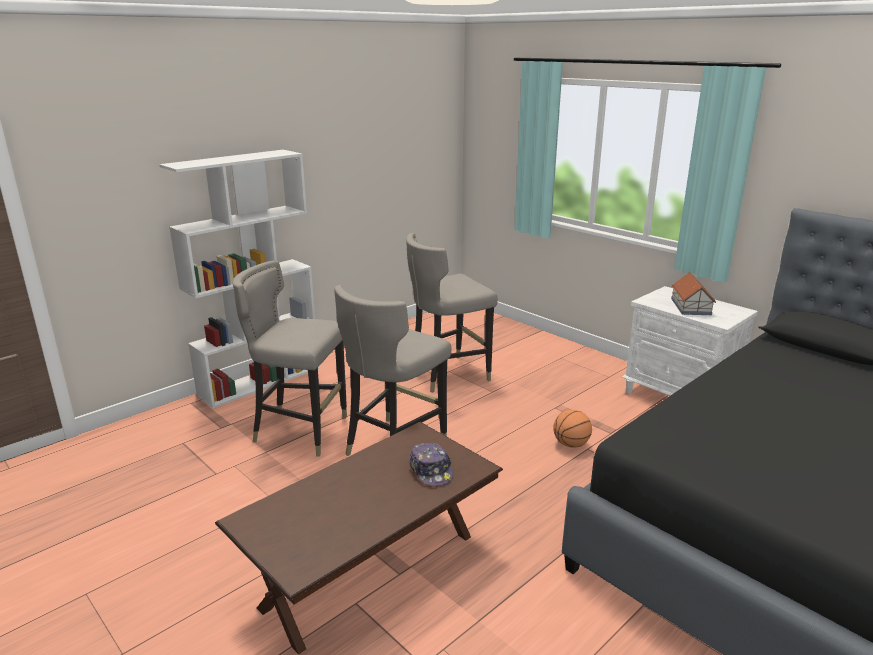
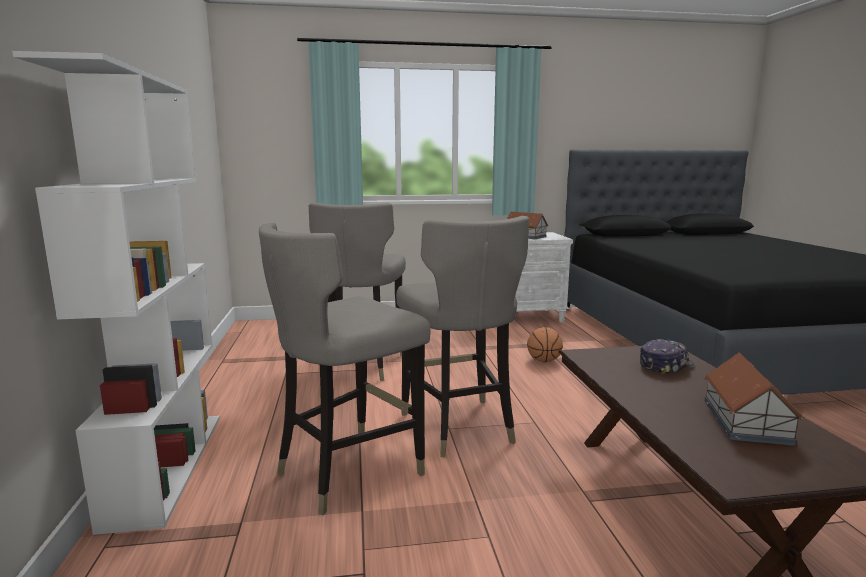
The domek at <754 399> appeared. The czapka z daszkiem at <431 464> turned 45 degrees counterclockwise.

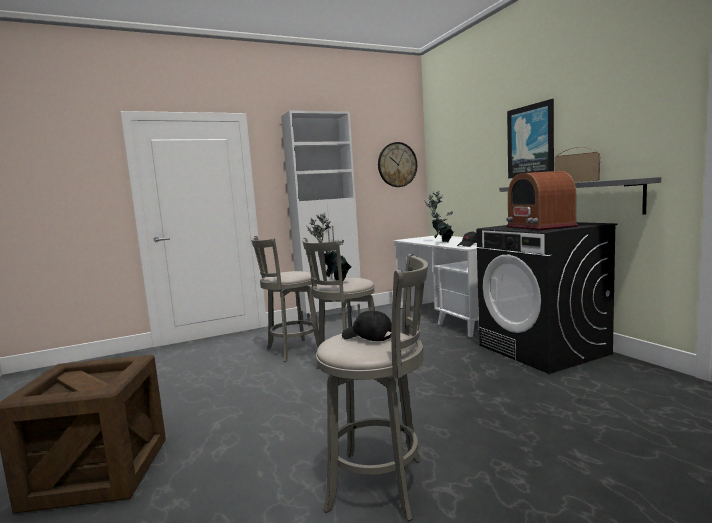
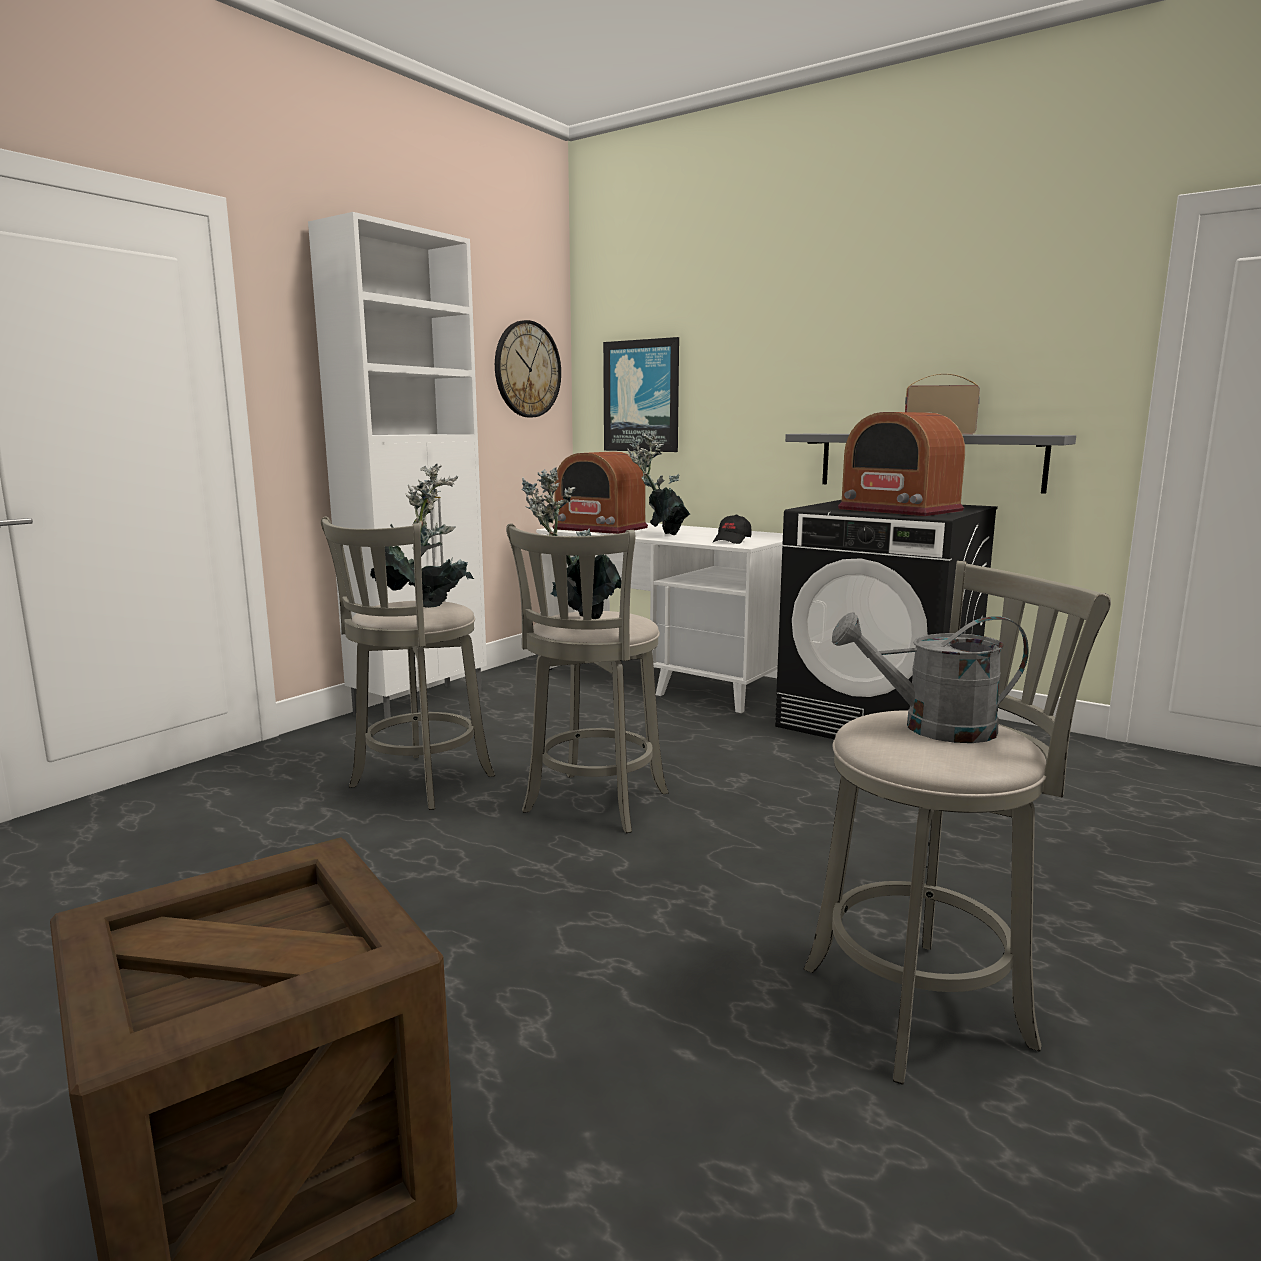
The roślina doniczkowa at <422 536> appeared. The radio at <600 493> appeared. The obraz moved from <530 138> to <641 394>. The czapka z daszkiem [czarny] at <366 325> was replaced by the konewka [szary] at <930 677>.

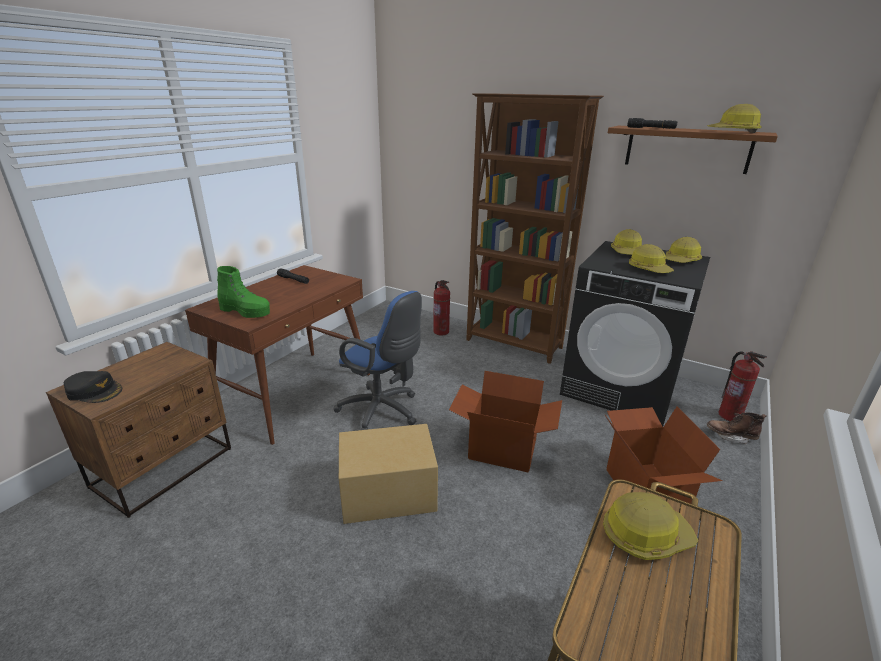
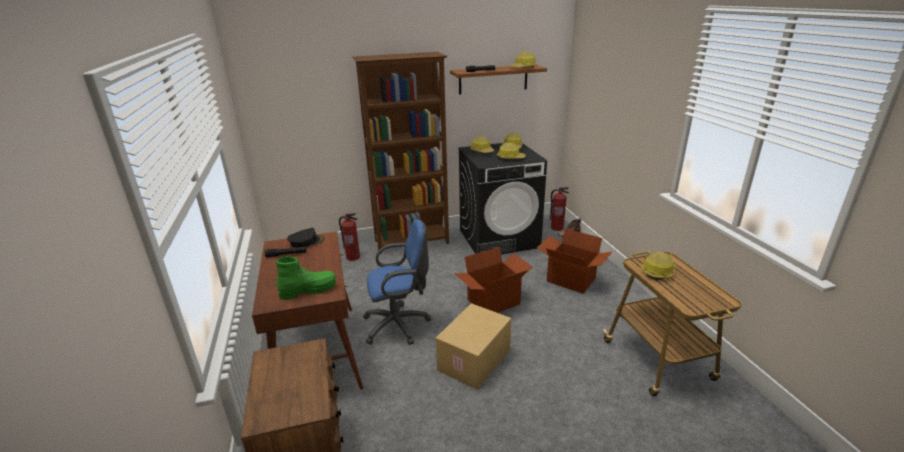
The czapka z daszkiem [czarny] moved from <93 387> to <305 238>.

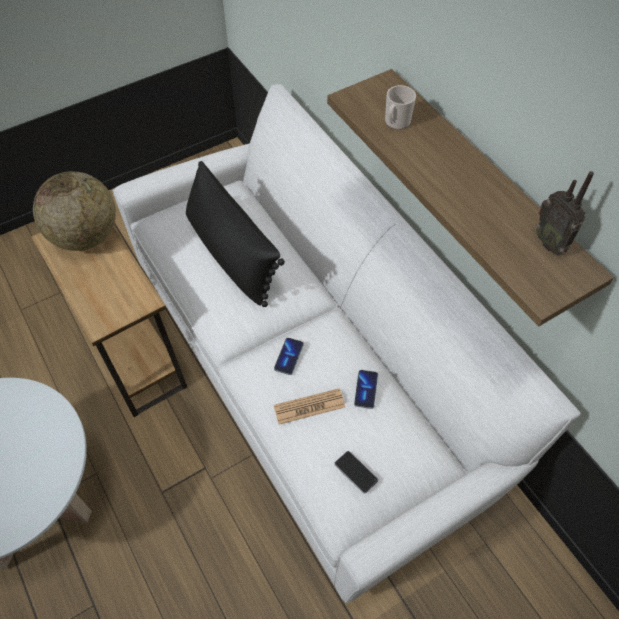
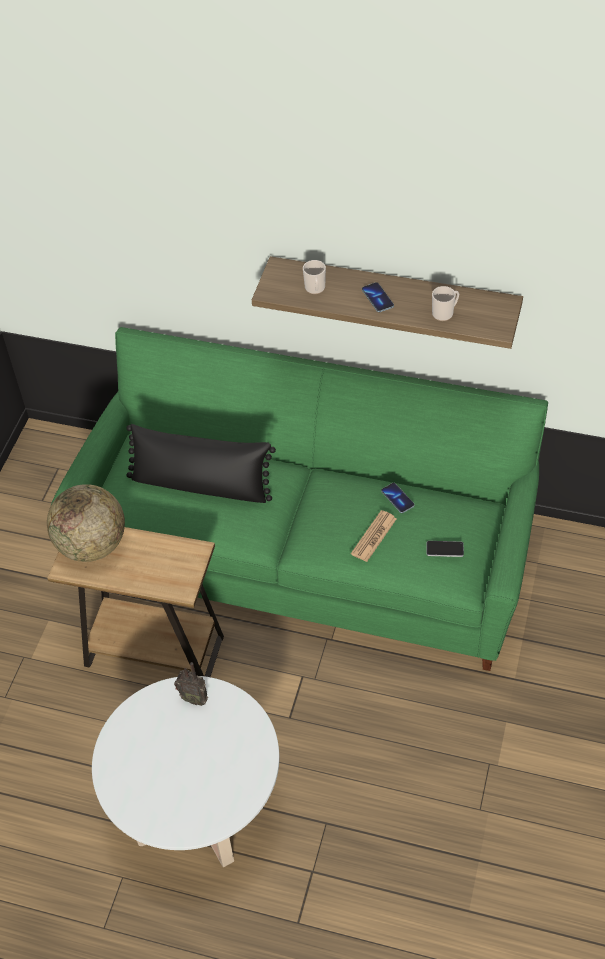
The kubek at <445 303> appeared. The telefon moved from <289 356> to <378 297>. The radio moved from <565 212> to <191 684>. The kanapa [biały] at <346 343> became the kanapa [zielony] at <299 499>.

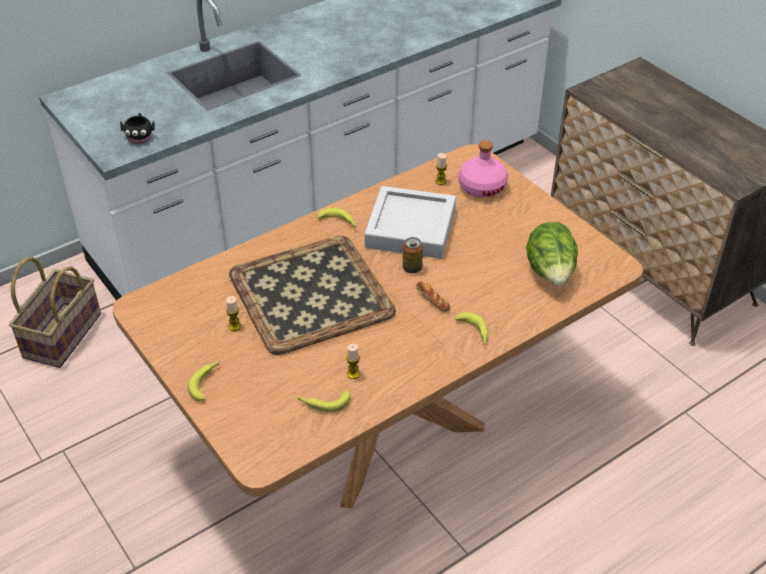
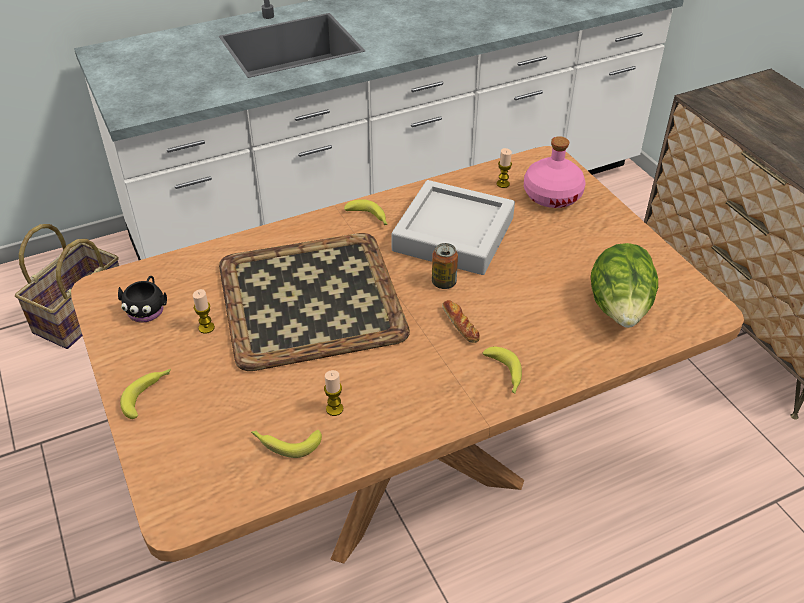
The kubek [czarny] moved from <137 128> to <142 299>.

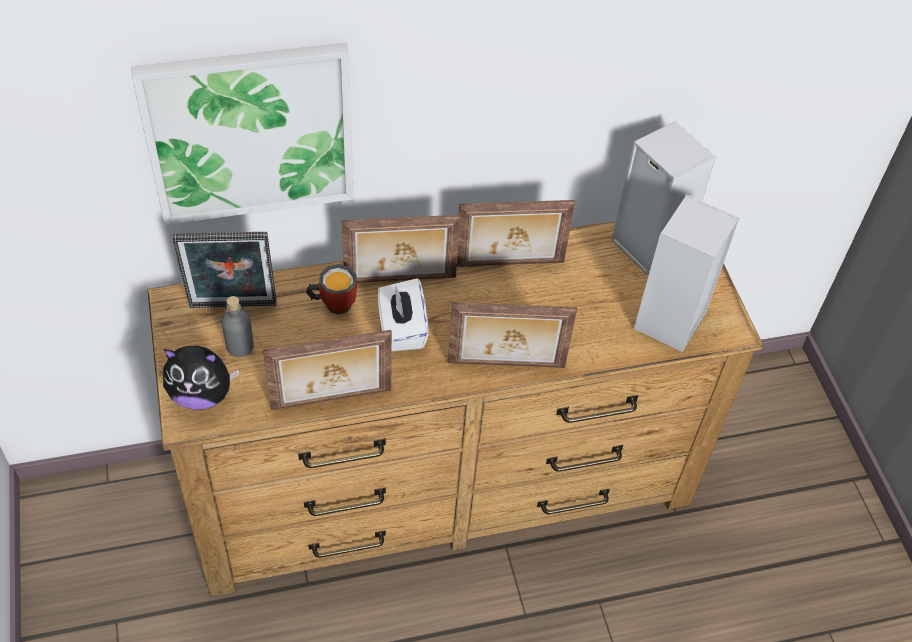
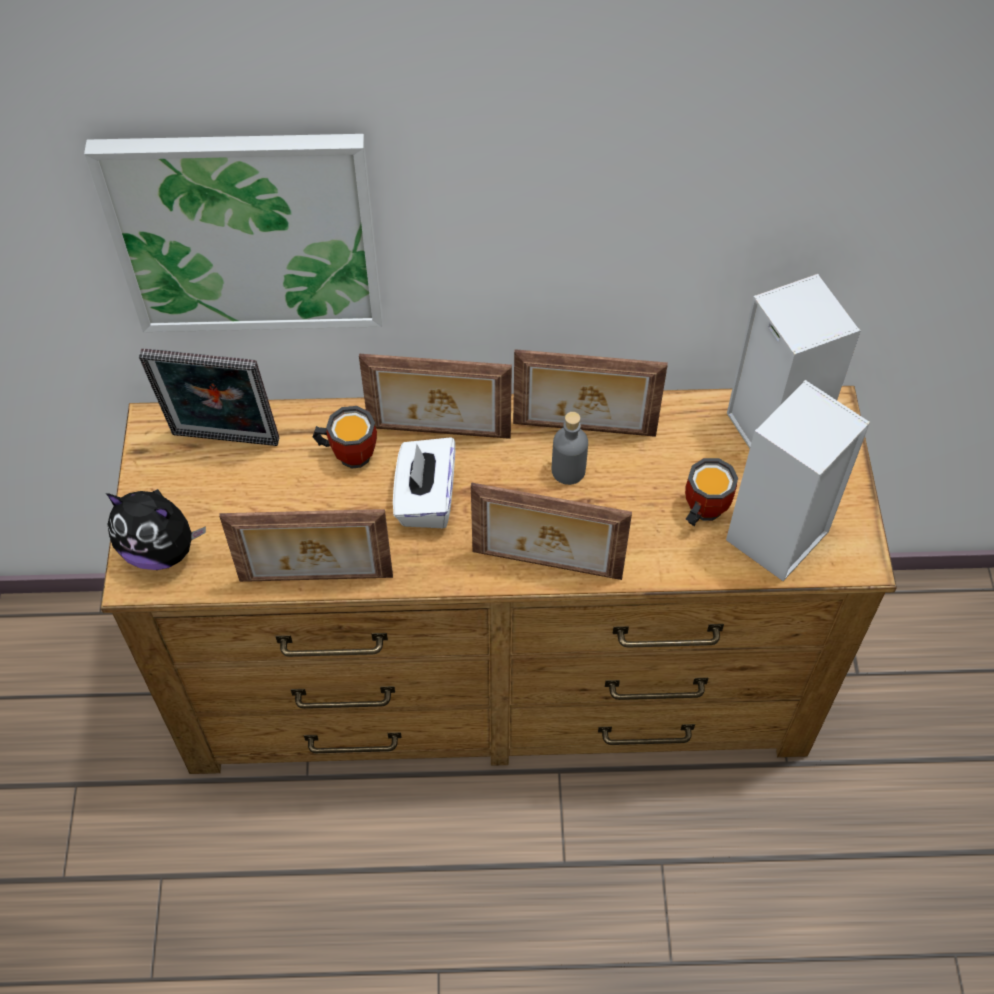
The kubek at <711 492> appeared. The butelka [szary] moved from <238 326> to <570 448>.

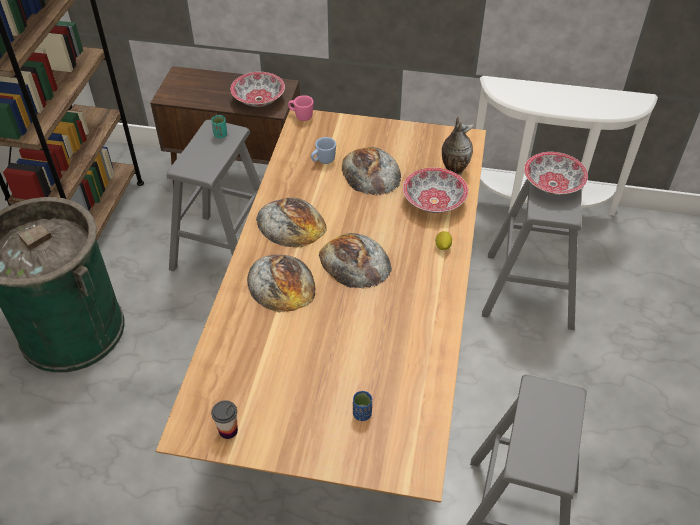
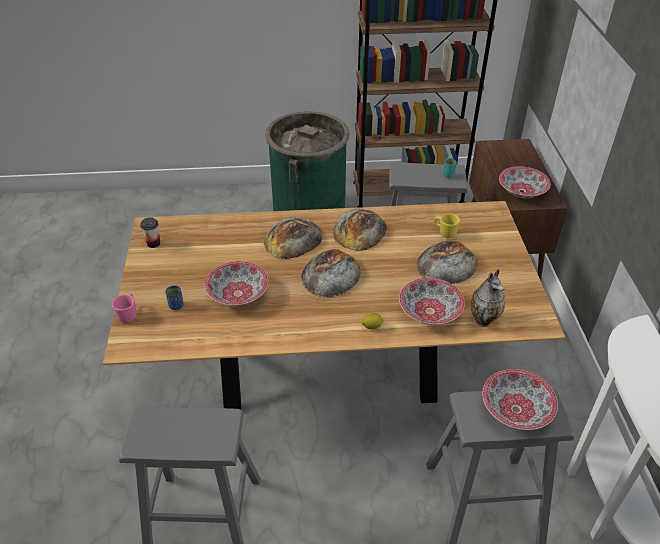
The miska at <236 283> appeared. The kubek [różowy] moved from <301 108> to <124 308>. The kubek [niebieski] at <323 150> became the kubek [żółty] at <447 225>.

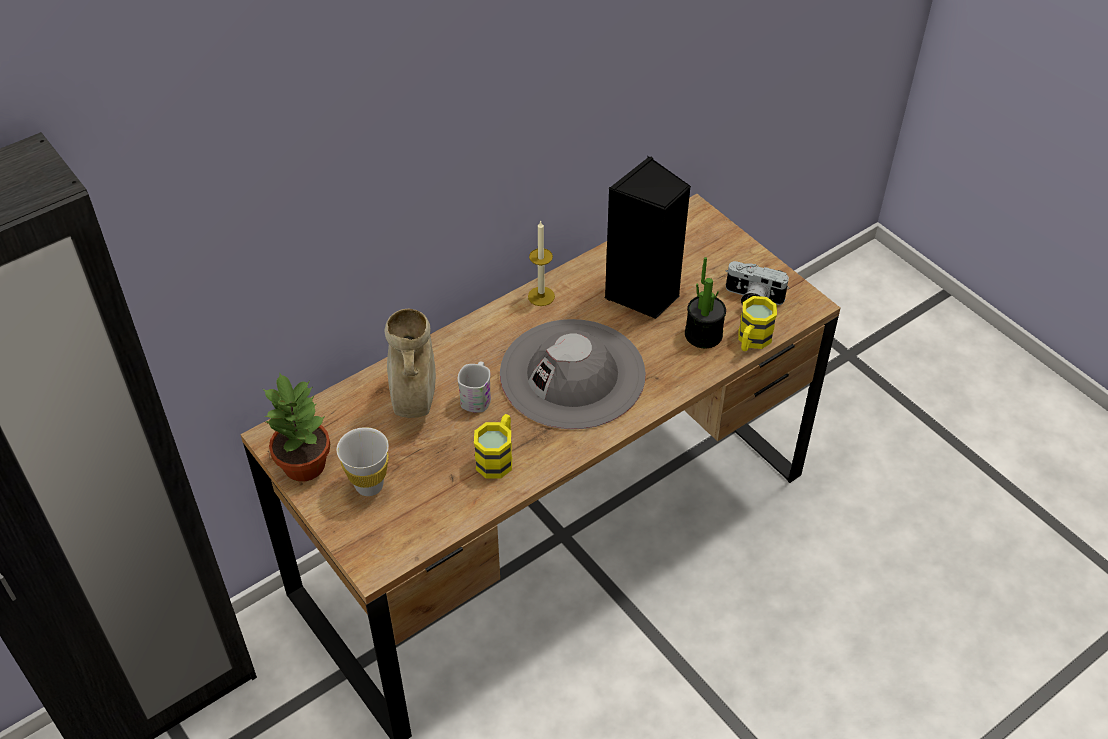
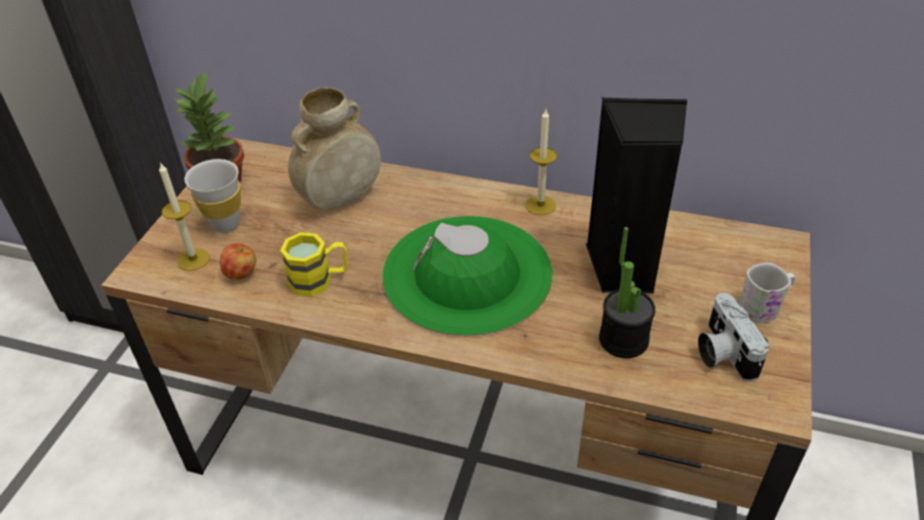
The kubek [żółty] at <757 323> disappeared. The świeca at <184 216> appeared. The jabłko at <238 261> appeared. The kubek [biały] moved from <474 386> to <766 293>. The kapelusz [szary] at <573 374> became the kapelusz [zielony] at <467 276>.

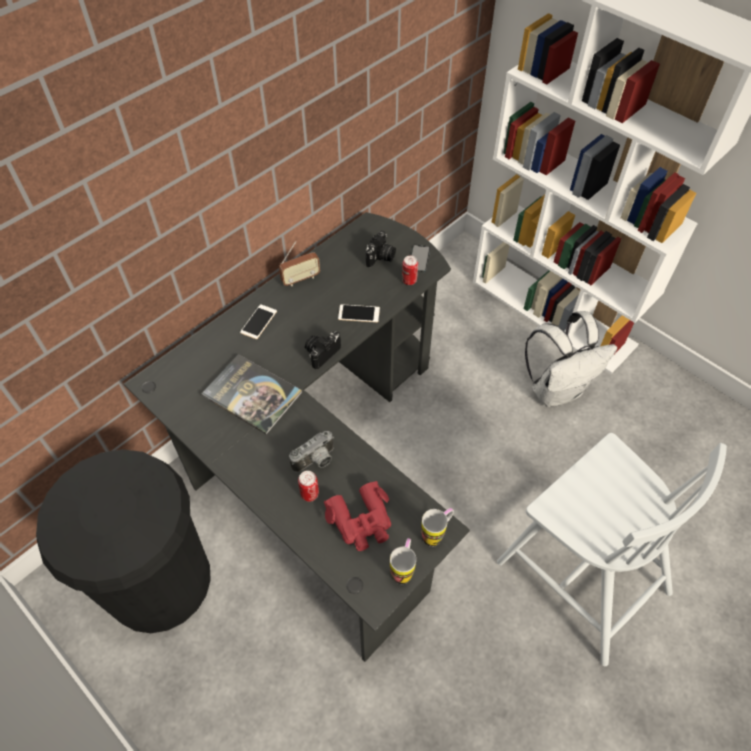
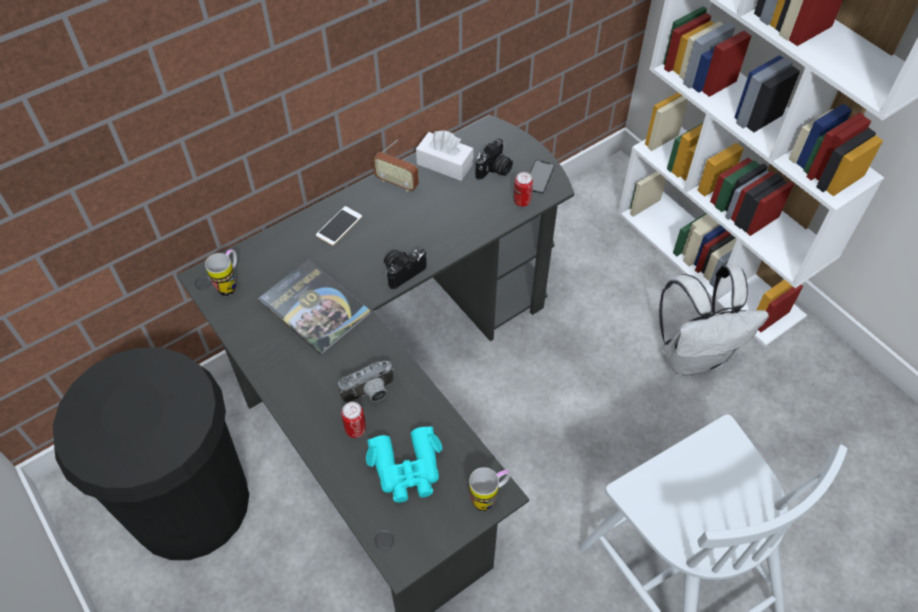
The telefon at <359 313> disappeared. The pudełko chusteczek [biały] at <445 155> appeared. The kubek moved from <403 561> to <221 272>. The lornetka [czerwony] at <357 516> became the lornetka [turkusowy] at <404 464>. The radio at <299 263> turned 45 degrees clockwise.

